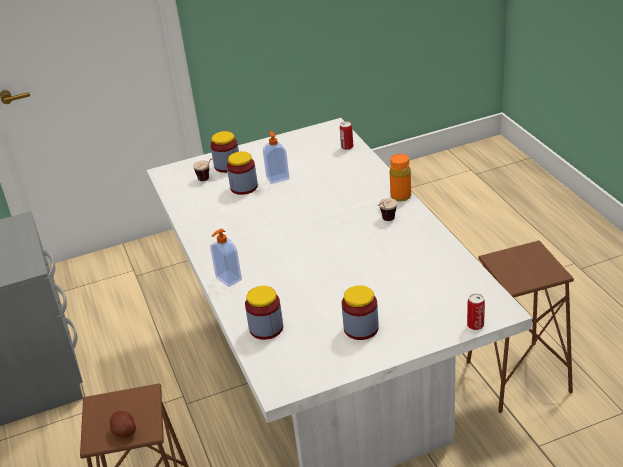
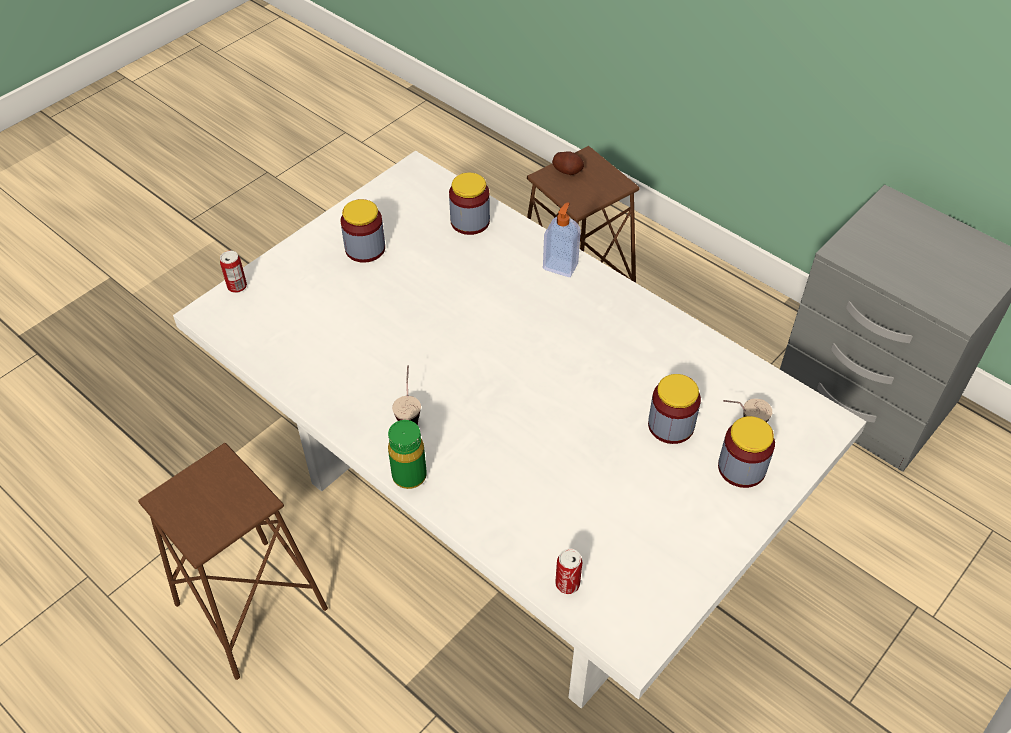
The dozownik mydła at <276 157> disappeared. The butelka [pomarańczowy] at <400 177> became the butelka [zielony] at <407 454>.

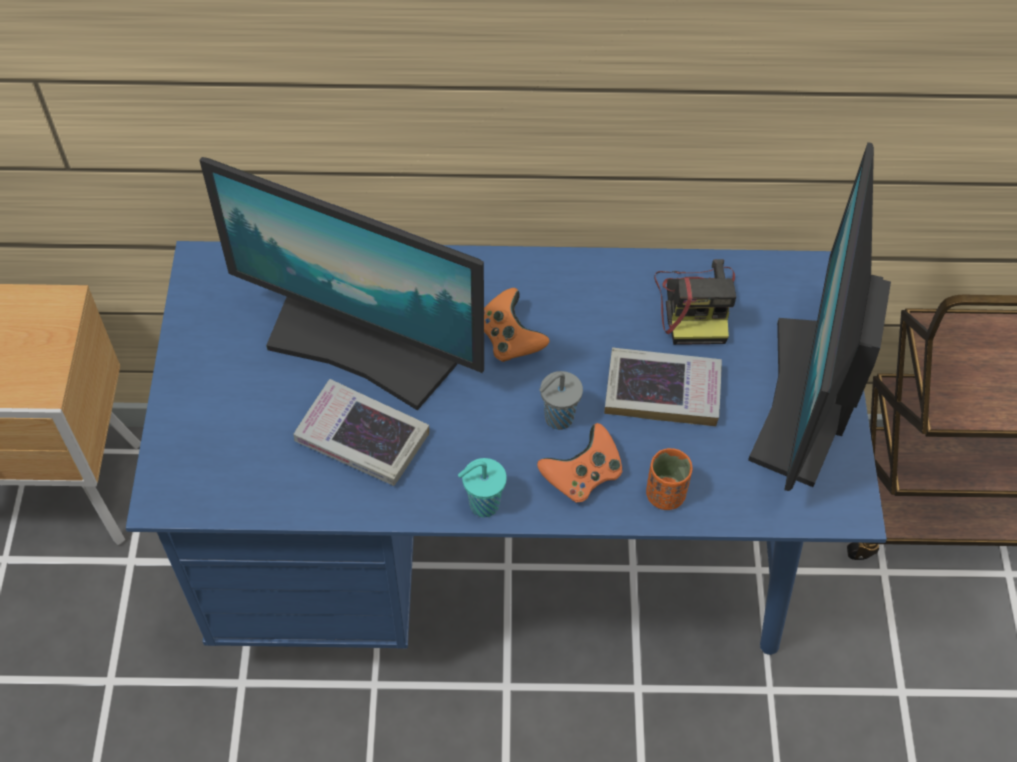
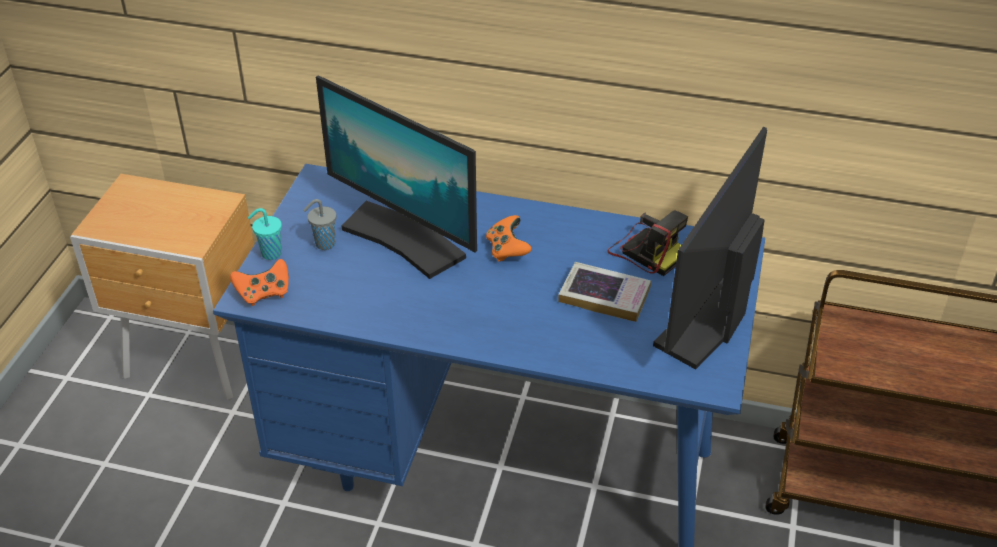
The książka at <361 432> disappeared. The filiżanka [pomarańczowy] at <669 479> disappeared. The filiżanka [turkusowy] moved from <482 487> to <265 234>. The pad do gier [pomarańczowy] moved from <579 462> to <259 282>. The filiżanka [szary] moved from <561 400> to <319 224>. The aparat fotograficzny at <695 302> turned 60 degrees counterclockwise.

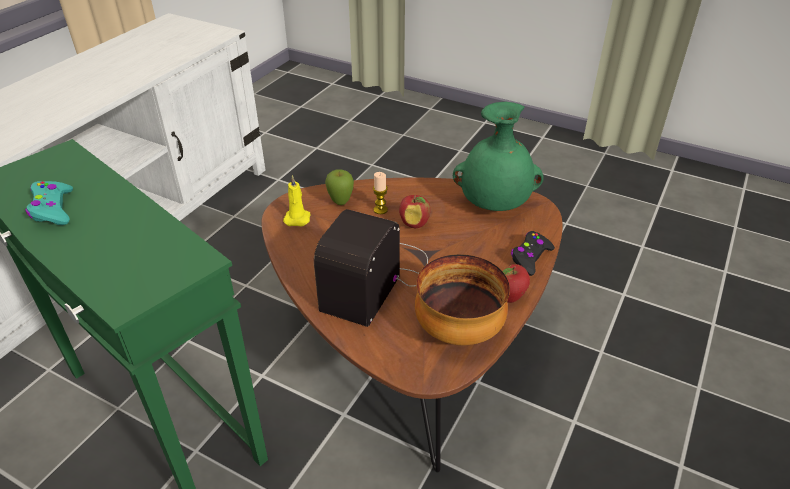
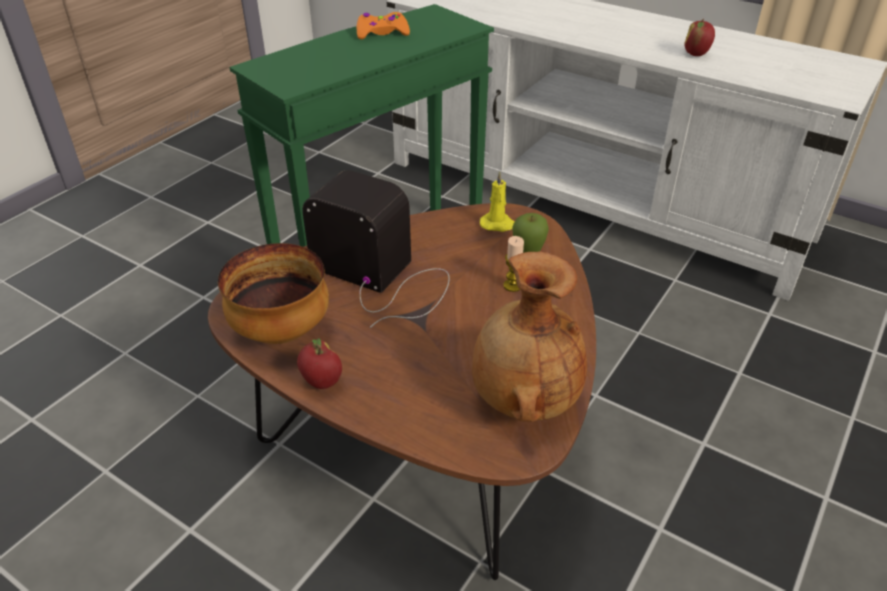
The pad do gier [czarny] at <533 253> disappeared. The jabłko moved from <414 211> to <699 37>. The pad do gier [turkusowy] at <49 203> became the pad do gier [pomarańczowy] at <383 25>. The wazon [zielony] at <498 156> became the wazon [brązowy] at <529 336>.

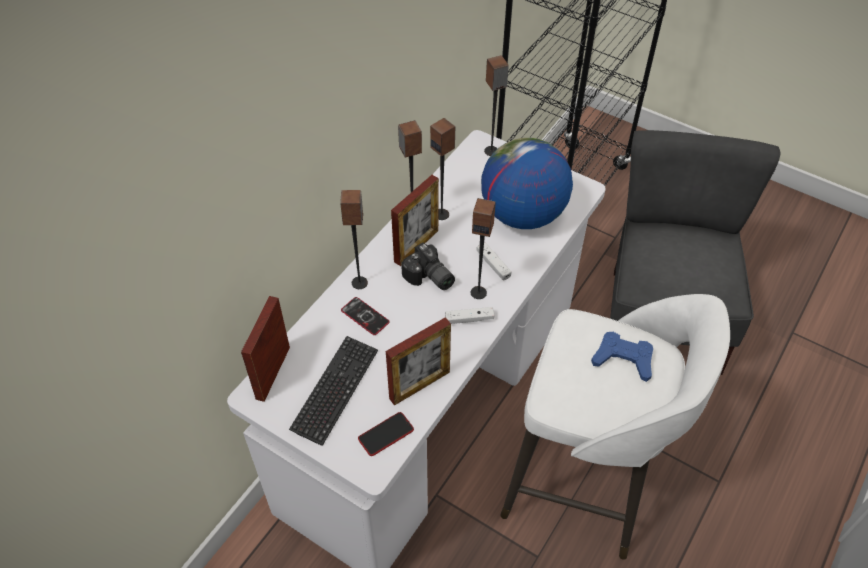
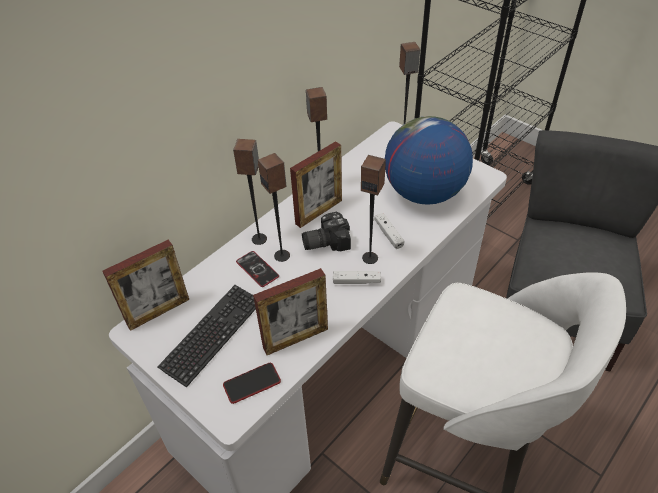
The pad do gier [niebieski] at <622 357> disappeared. The głośnik moved from <442 169> to <274 207>. The ramka na zdjęcie at <265 349> turned 150 degrees counterclockwise. The aparat fotograficzny at <428 266> turned 105 degrees clockwise.

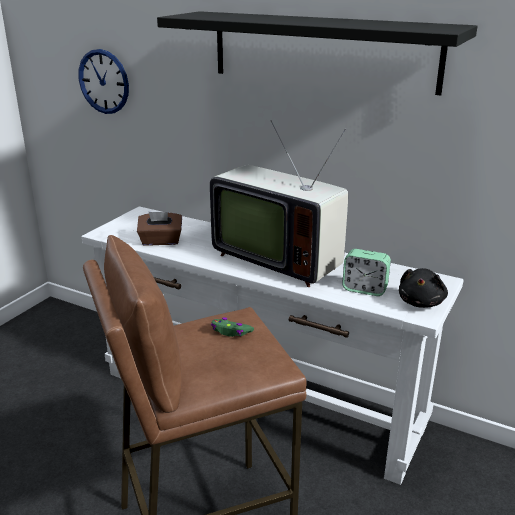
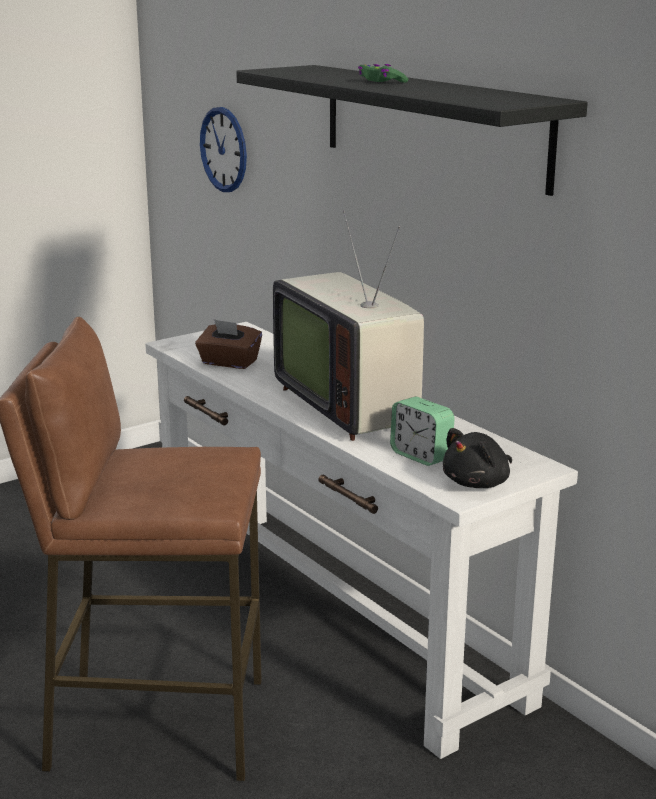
The pad do gier [zielony] moved from <232 327> to <383 73>.

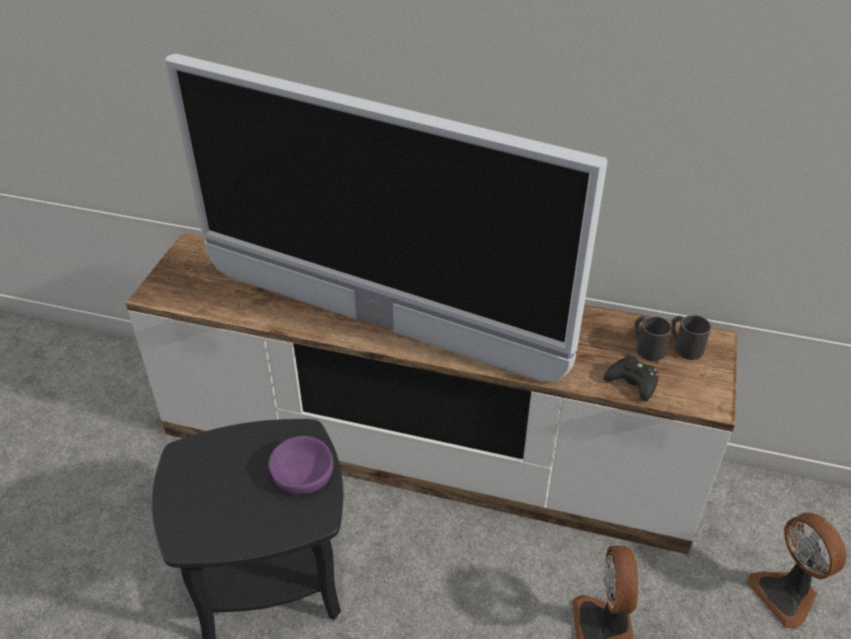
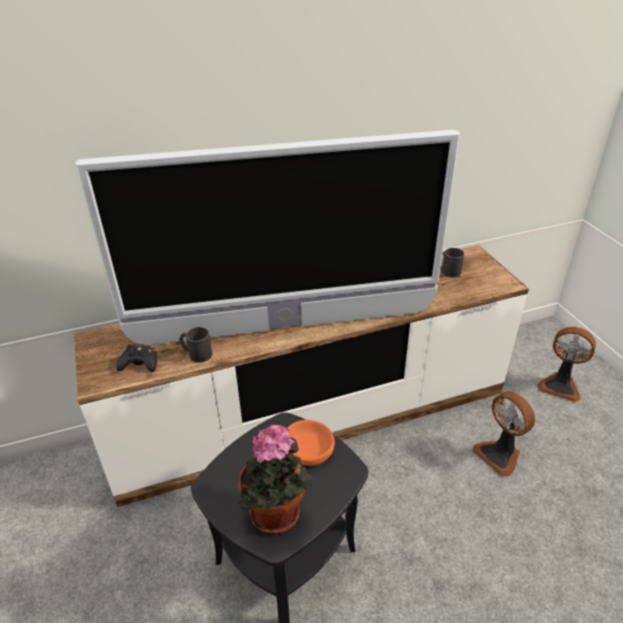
The roślina doniczkowa at <275 479> appeared. The pad do gier [czarny] moved from <631 377> to <136 358>. The kubek [czarny] moved from <691 337> to <195 345>. The miska [fioletowy] at <300 465> became the miska [pomarańczowy] at <311 443>.

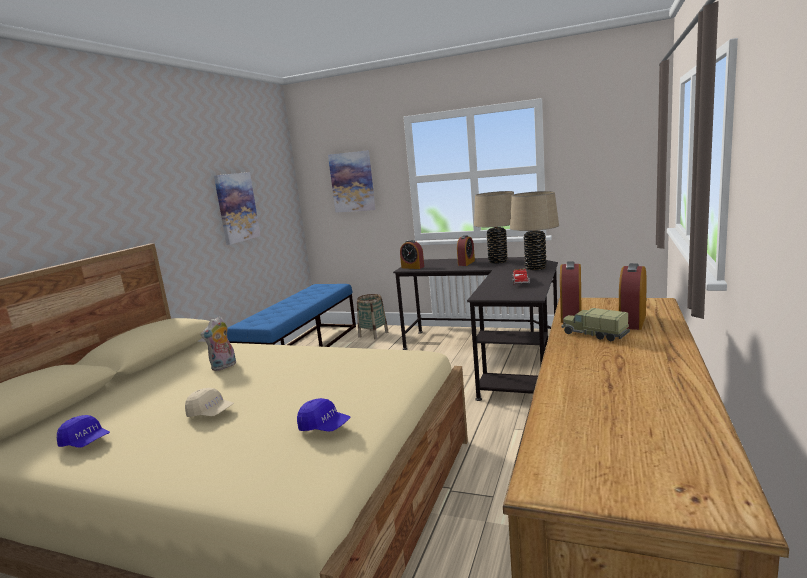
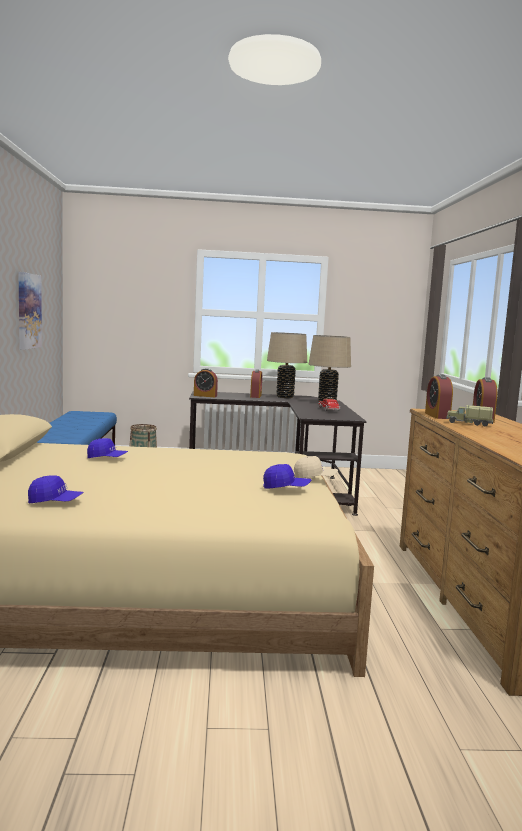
The obraz at <352 181> disappeared. The czapka z daszkiem [beżowy] moved from <209 402> to <316 467>. The pluszak at <218 343> was replaced by the czapka z daszkiem [niebieski] at <107 448>.

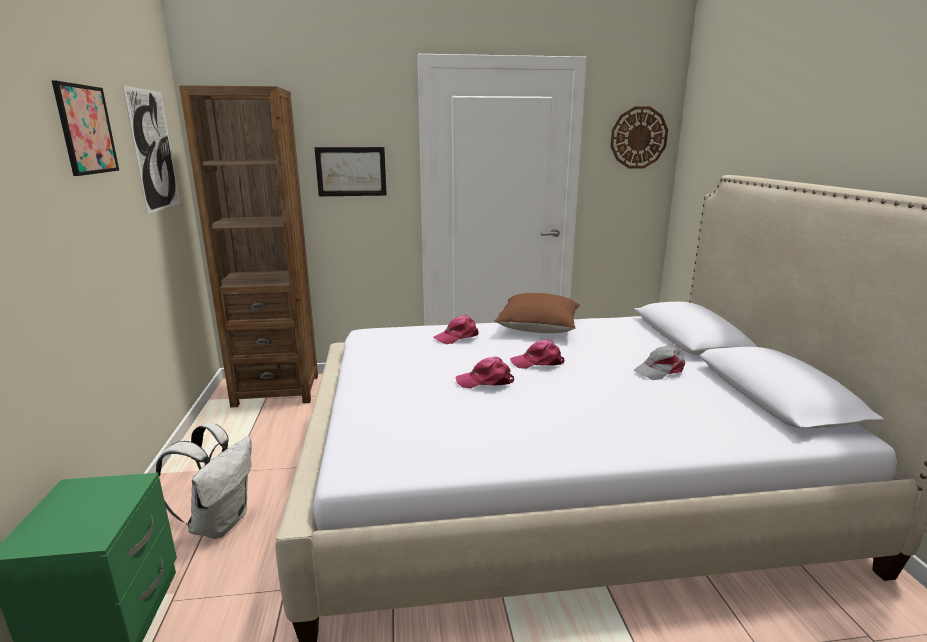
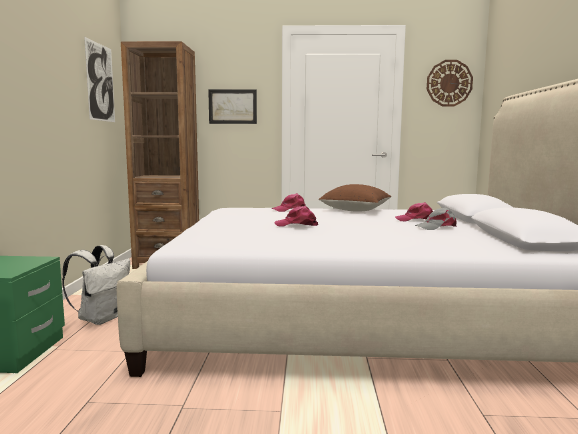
The obraz at <85 128> disappeared. The czapka z daszkiem [różowy] moved from <537 354> to <414 211>.

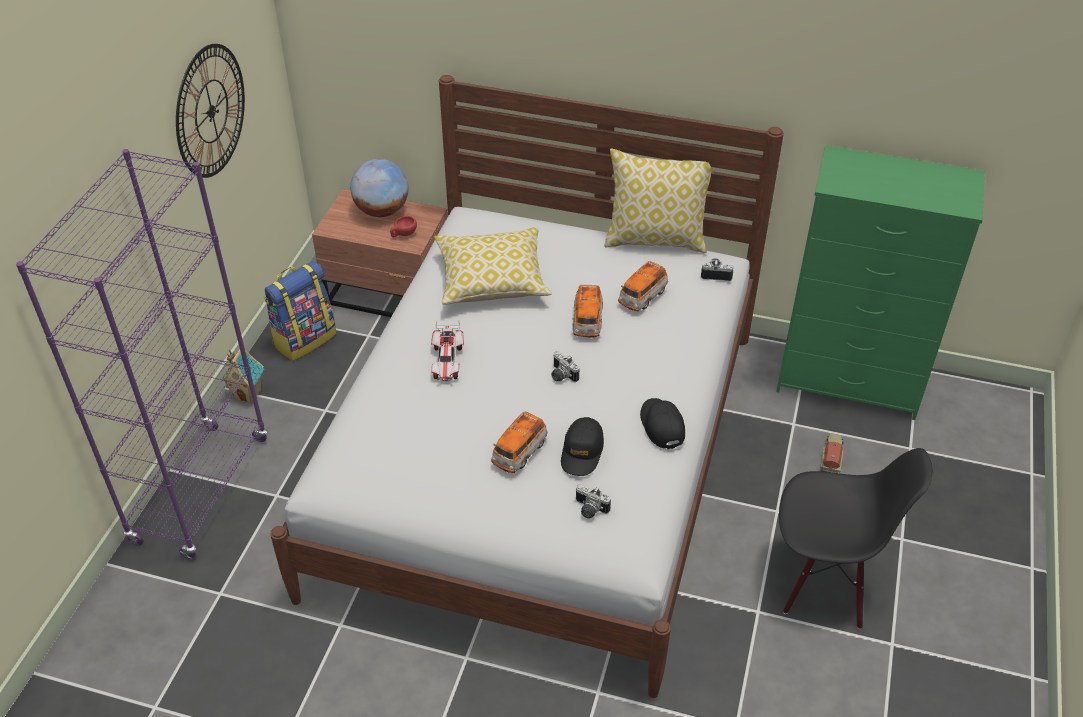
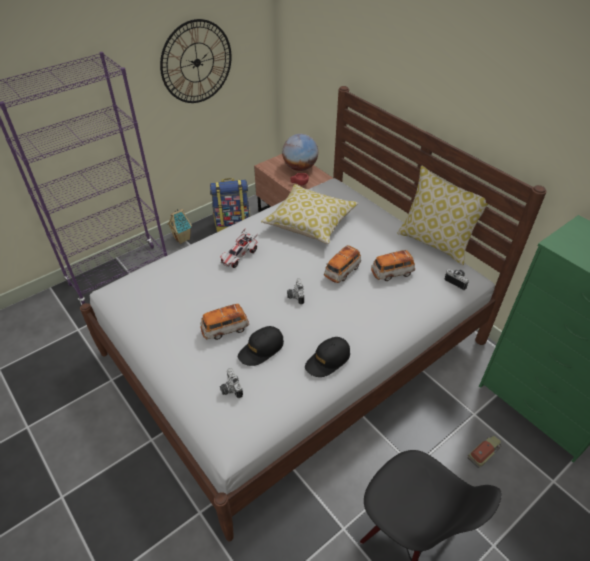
The czapka z daszkiem [czarny] at <662 423> turned 150 degrees counterclockwise.

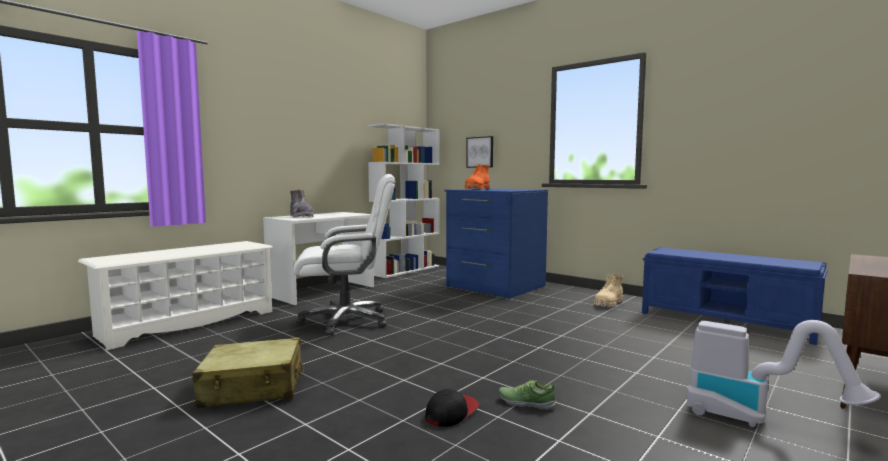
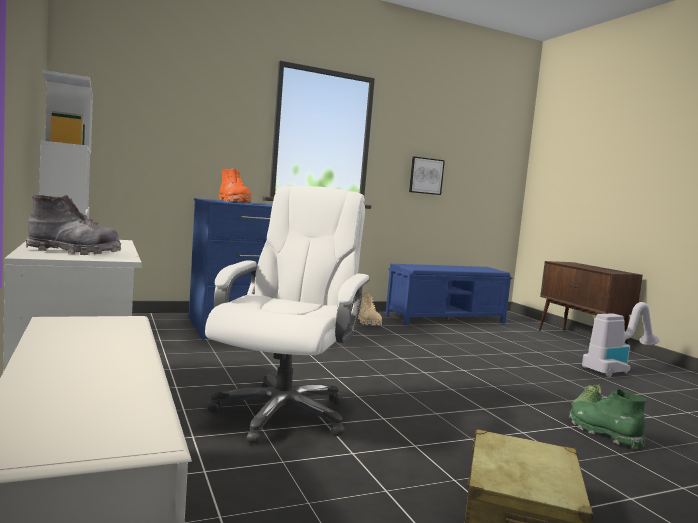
The obraz moved from <479 152> to <427 176>. The czapka z daszkiem at <452 408> was replaced by the but z cholewką [zielony] at <607 419>.

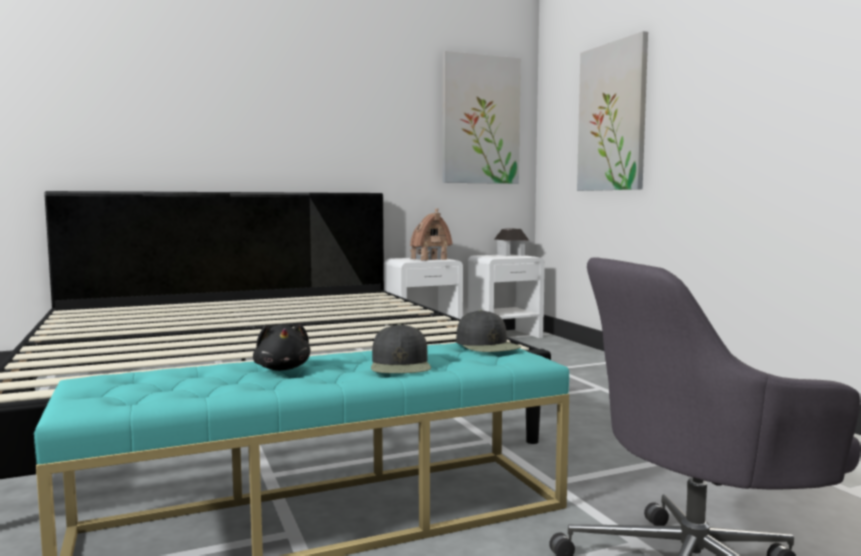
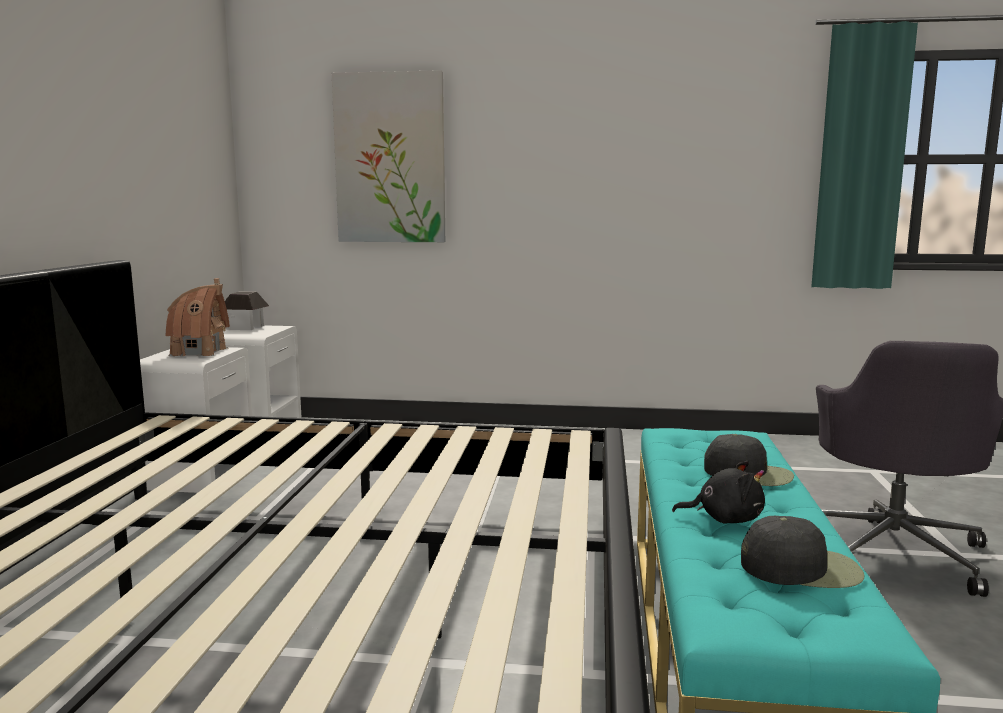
The obraz at <481 117> disappeared. The czapka z daszkiem [czarny] moved from <488 331> to <803 552>.

